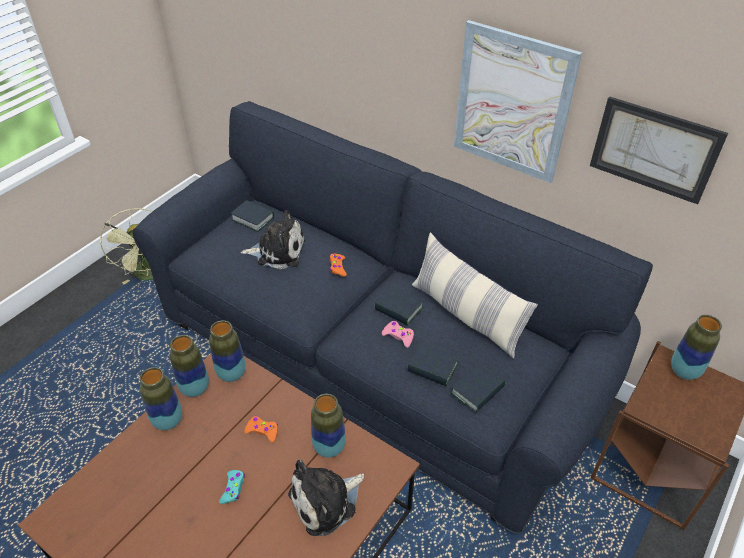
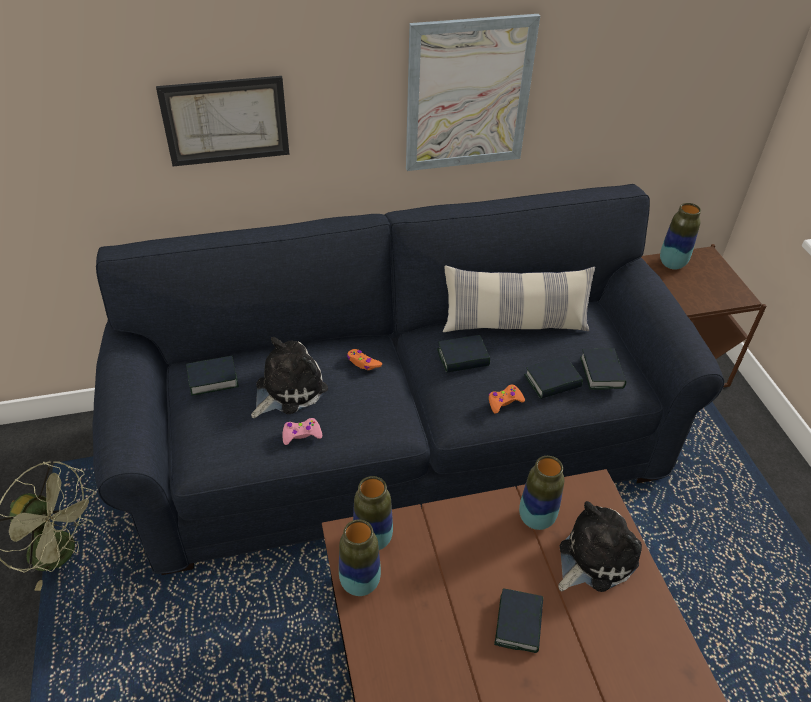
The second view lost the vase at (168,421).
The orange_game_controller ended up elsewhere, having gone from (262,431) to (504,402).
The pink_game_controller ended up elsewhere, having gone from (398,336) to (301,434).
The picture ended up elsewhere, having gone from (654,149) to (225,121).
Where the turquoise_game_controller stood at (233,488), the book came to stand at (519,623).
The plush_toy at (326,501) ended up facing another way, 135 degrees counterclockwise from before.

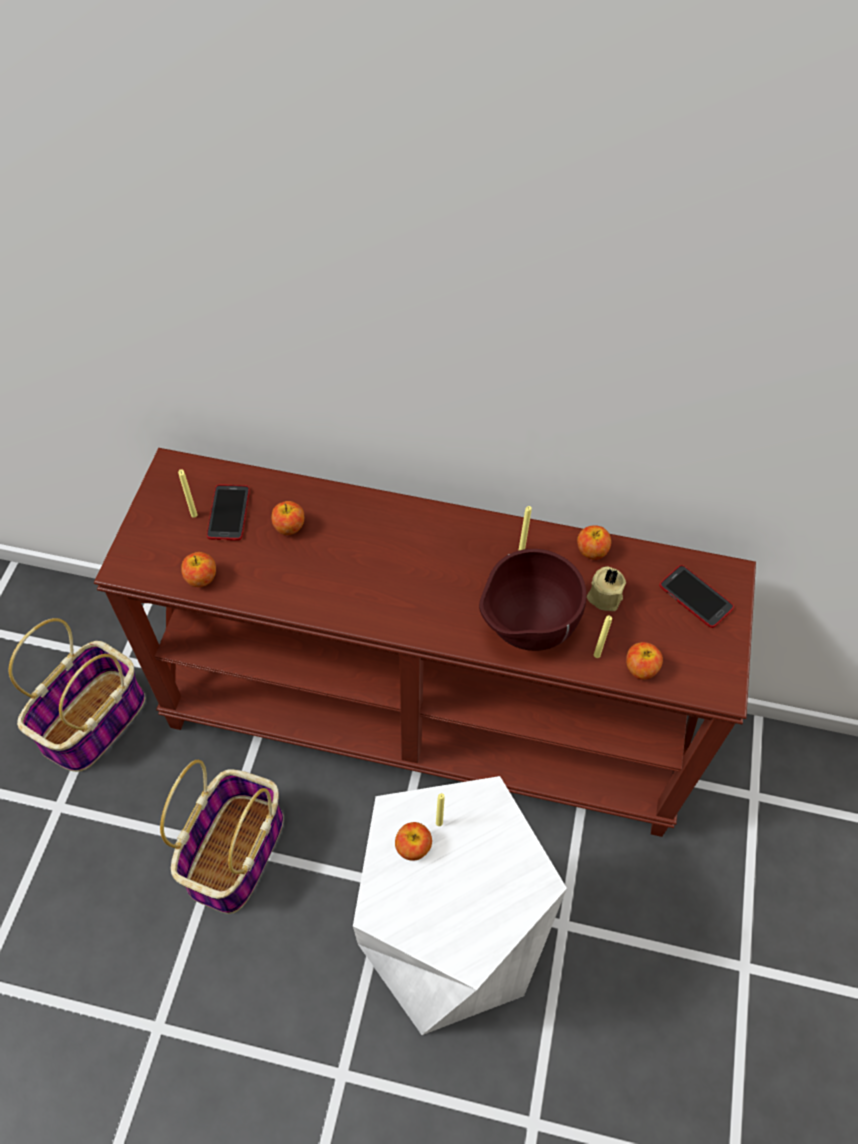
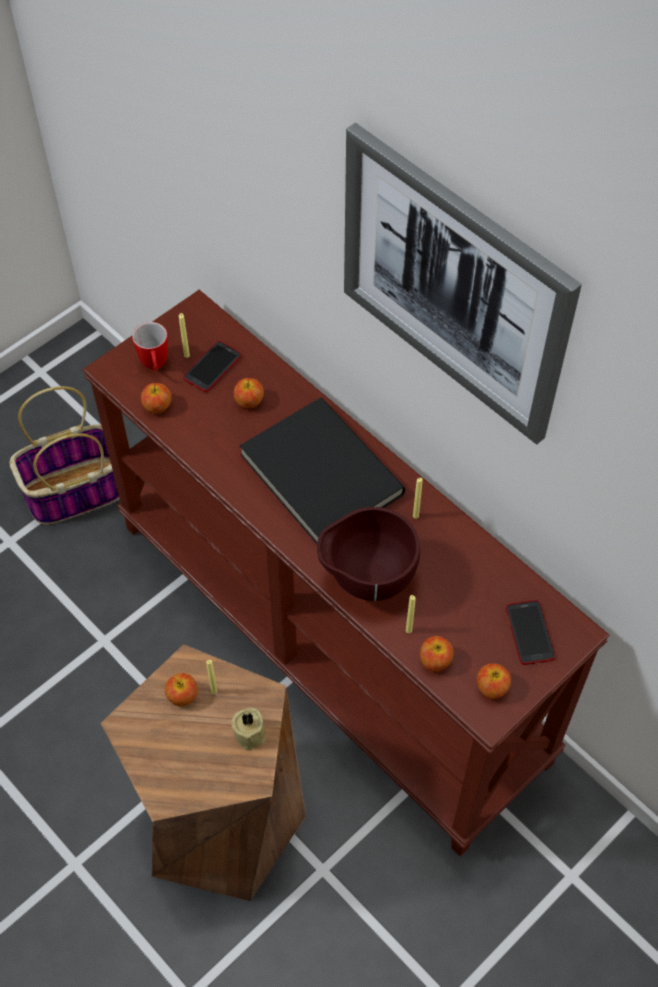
The second view lost the basket at (236,851).
The second view gained the mug at (155,366).
The second view gained the black_book at (318,476).
The second view gained the picture at (453,285).
The apple ended up elsewhere, having gone from (591,551) to (491,687).
The beige_candle ended up elsewhere, having gone from (604,595) to (251,732).
What was the white_stool at (447,942) turned into the brown_stool at (220,822).

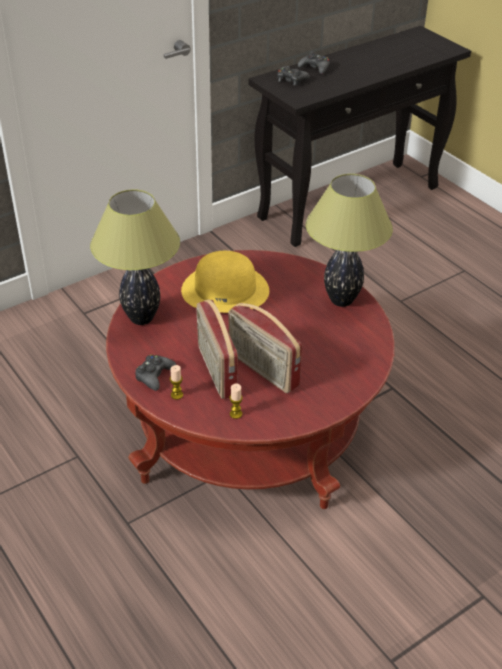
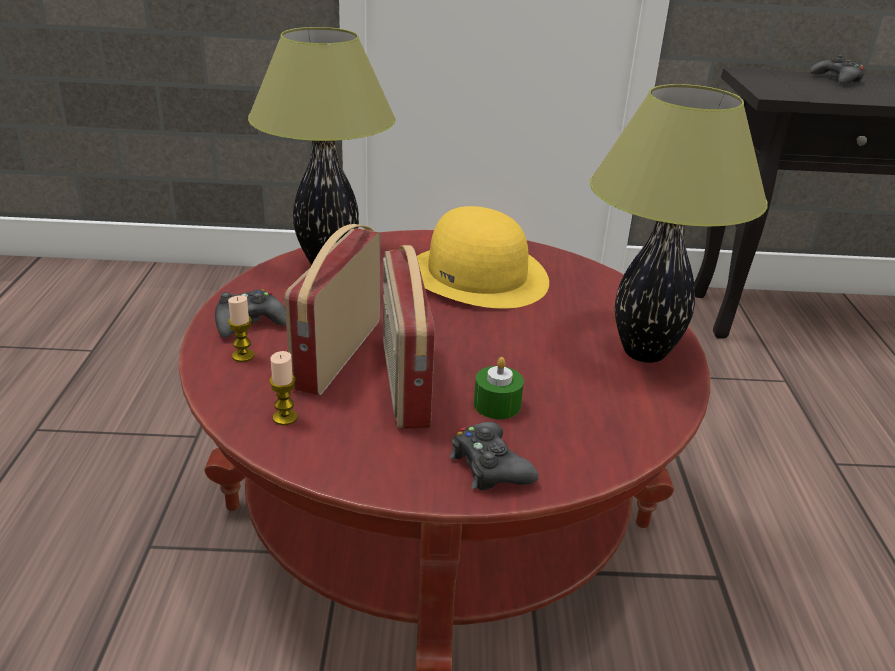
The second view gained the green_candle at (497,405).
The black_game_controller ended up elsewhere, having gone from (291,80) to (489,467).

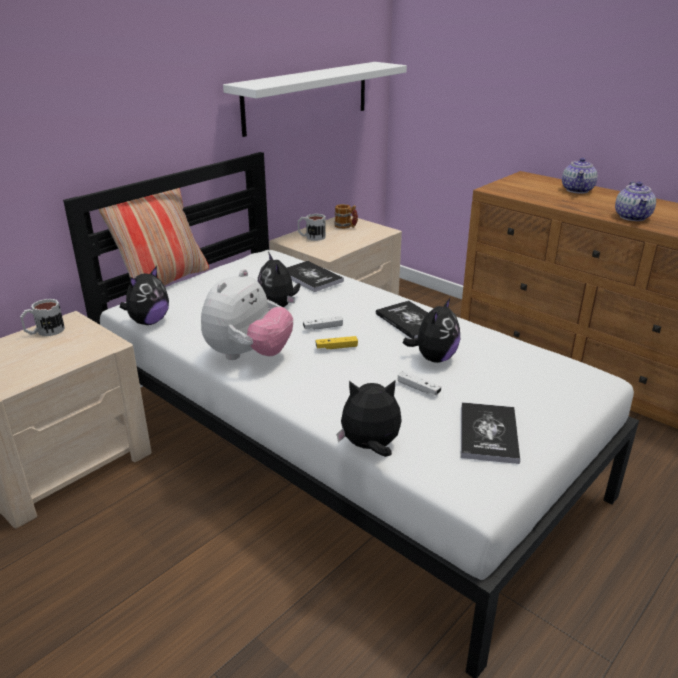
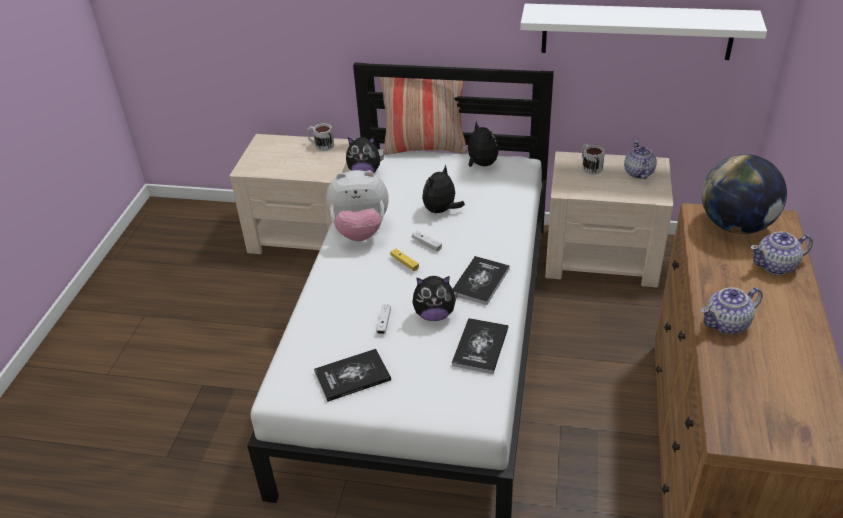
The second view gained the globe at (736,225).
The book ended up elsewhere, having gone from (311,277) to (480,347).
The plush_toy ended up elsewhere, having gone from (370,447) to (480,164).
Where the mug stood at (346,226), the teapot came to stand at (638,173).

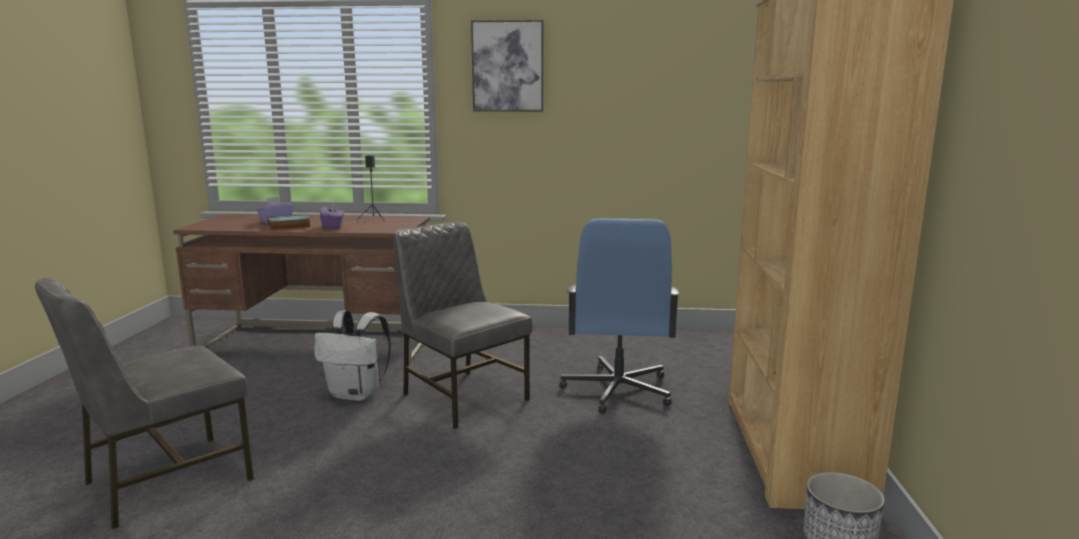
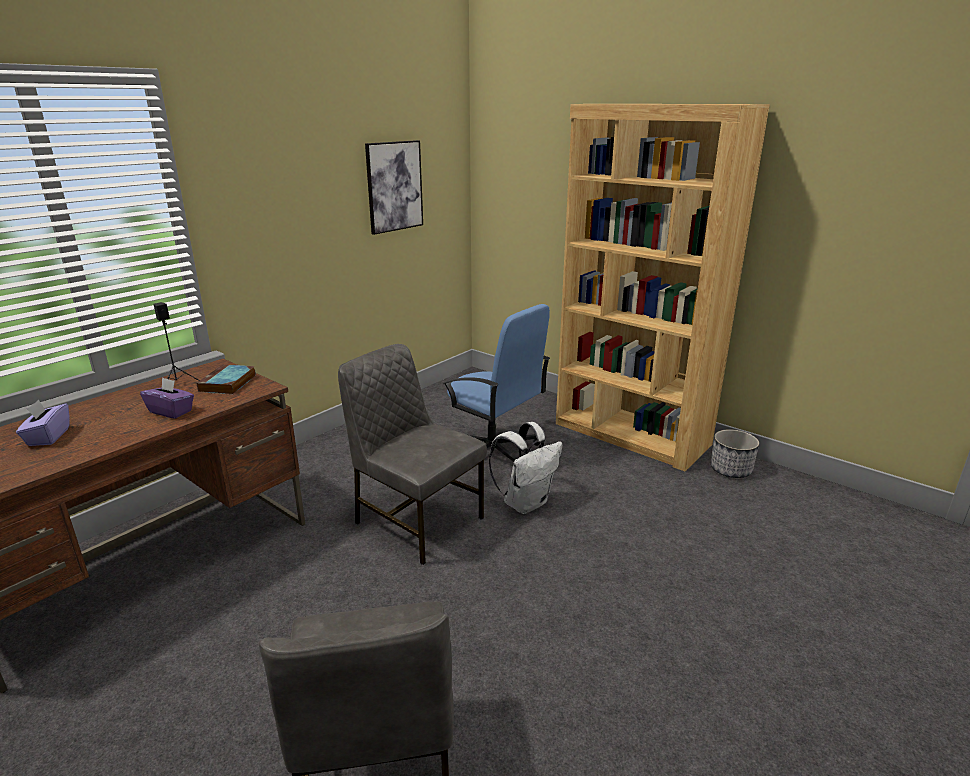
The book ended up elsewhere, having gone from (288,226) to (228,384).
The white_backpack ended up elsewhere, having gone from (357,394) to (526,502).
The picture ended up elsewhere, having gone from (508,66) to (394,186).
The grey_chair at (463,397) ended up facing another way, 45 degrees clockwise from before.

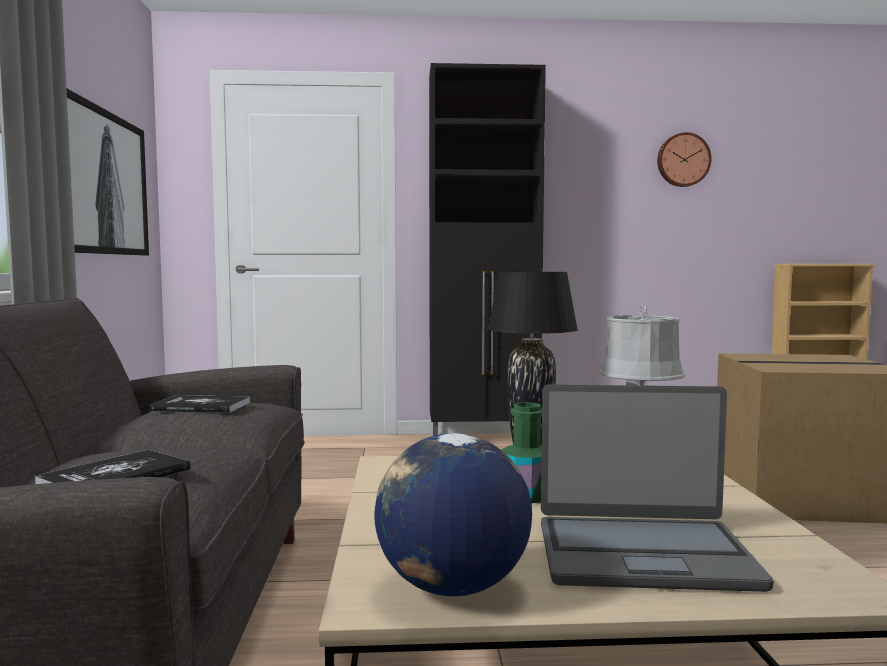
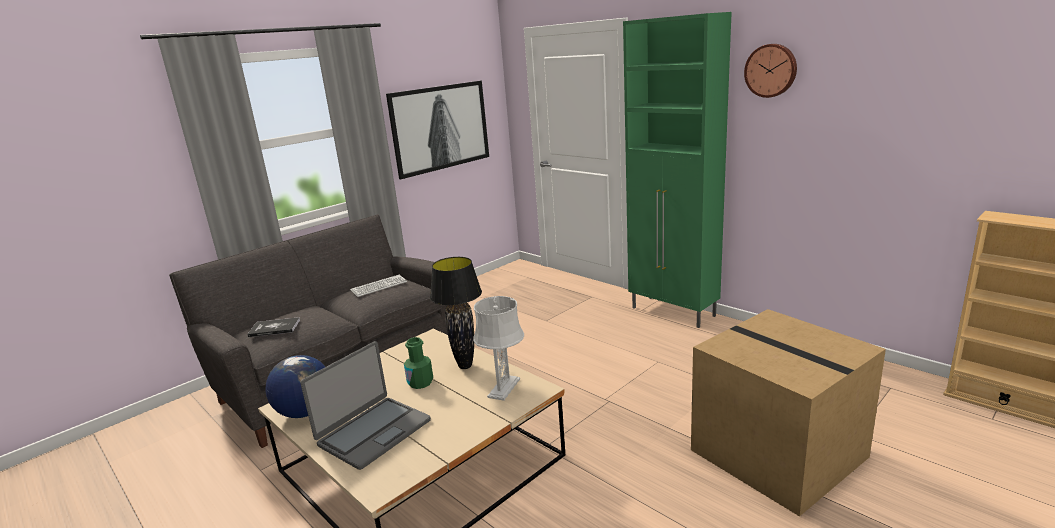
The wall_clock ended up elsewhere, having gone from (683,160) to (771,70).
Where the book stood at (201,406), the keyboard came to stand at (379,286).
What was the black_cabinet at (485,440) turned into the green_cabinet at (673,312).
The laptop at (643,554) ended up facing another way, 105 degrees counterclockwise from before.

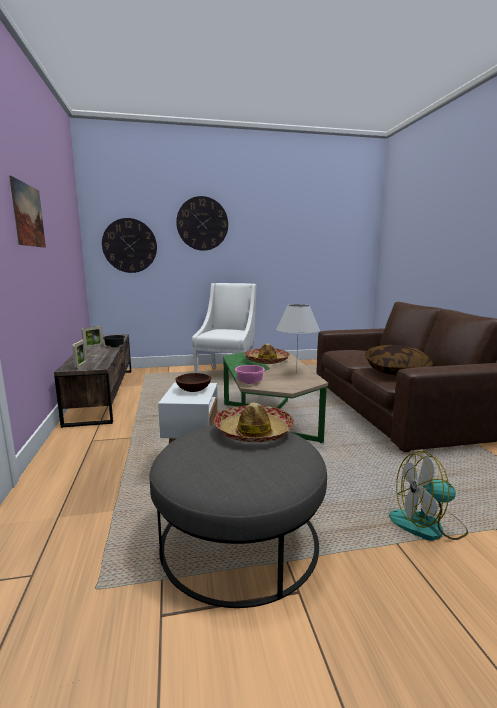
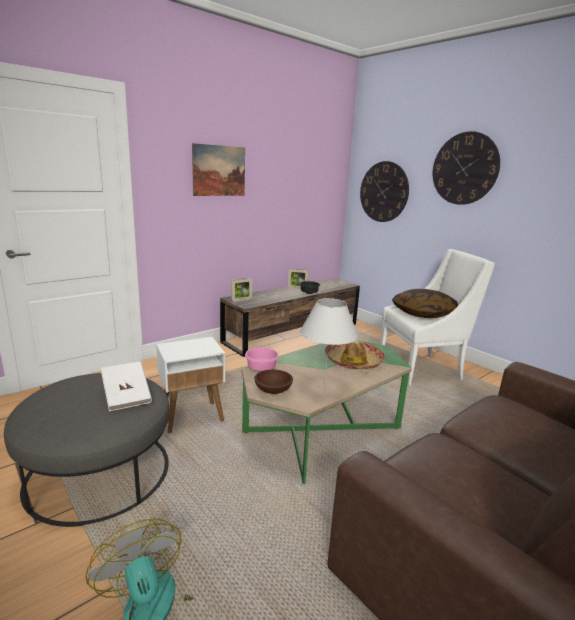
The brown_bowl ended up elsewhere, having gone from (193,390) to (272,390).
The pillow ended up elsewhere, having gone from (396,371) to (423,313).
Where the hat stood at (253,432), the white_book came to stand at (127,397).

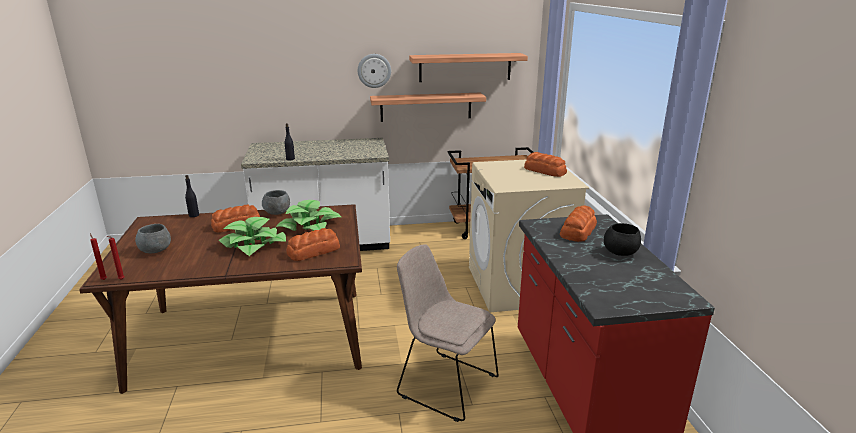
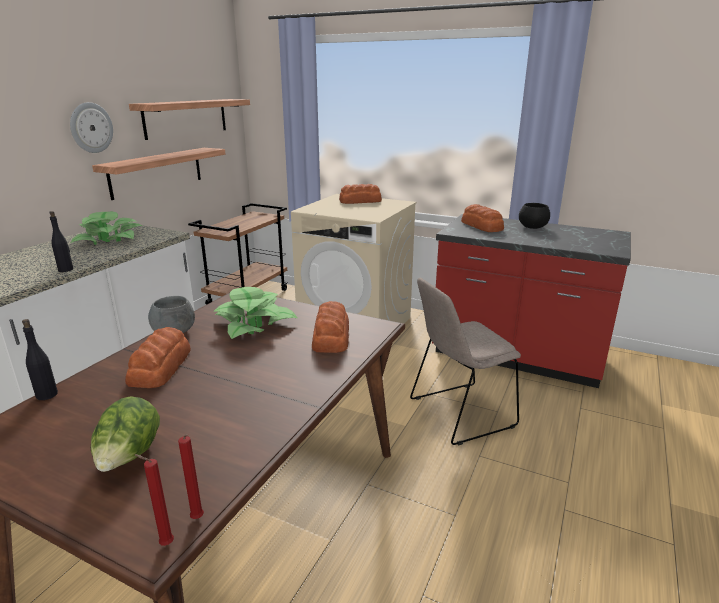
The potted_plant ended up elsewhere, having gone from (253,245) to (109,239).
Where the grey_bowl stood at (156,250), the lettuce came to stand at (129,457).

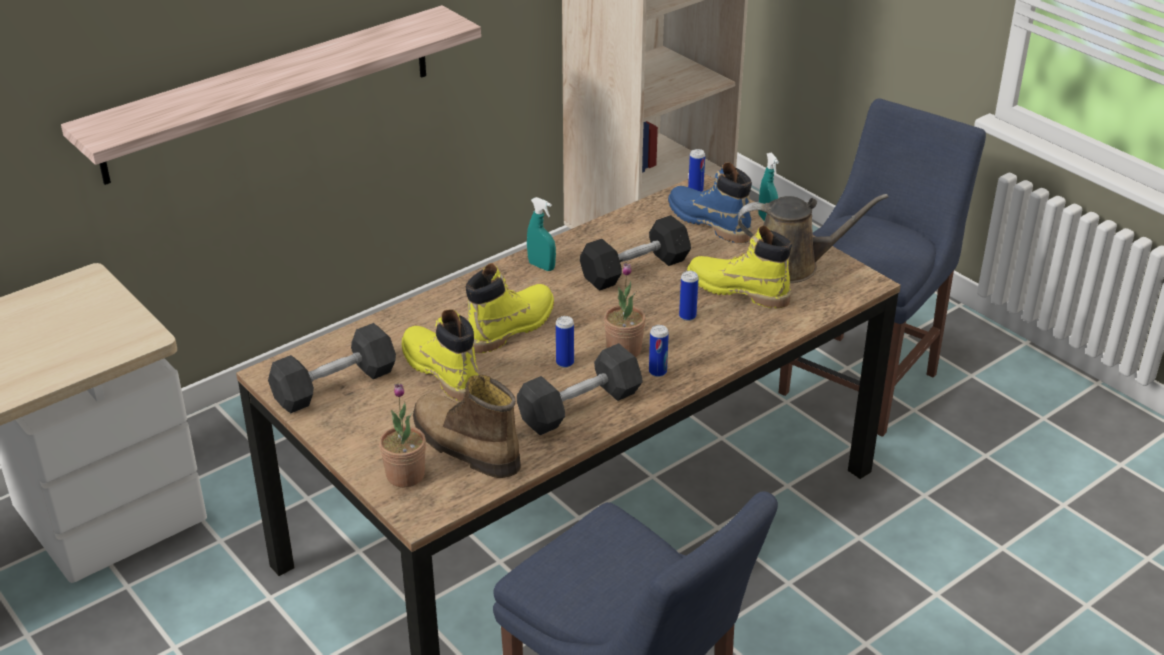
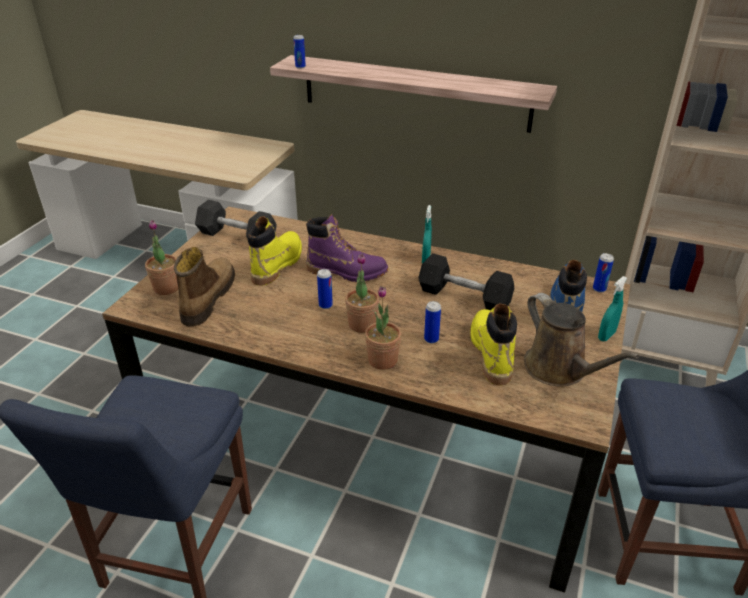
The second view lost the grey_dumbbell at (580,407).
The second view gained the potted_plant at (382,360).
The can ended up elsewhere, having gone from (657,372) to (300,67).
What was the yellow_boot at (511,327) turned into the purple_boot at (346,272).

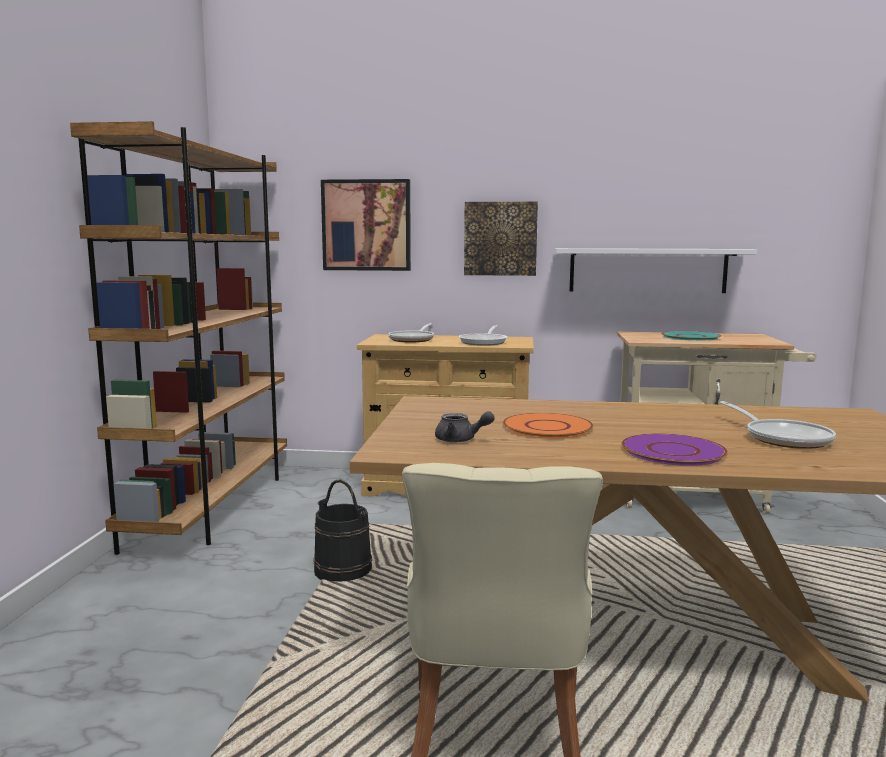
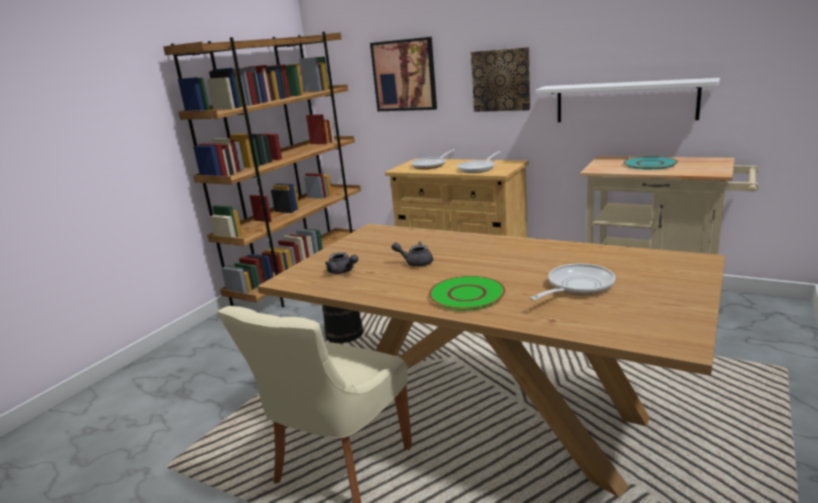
Where the orange_plate stood at (547,427), the grey_teapot came to stand at (415,262).
What was the purple_plate at (672,451) turned into the green_plate at (466,294).
The frying_pan at (783,438) ended up facing another way, 135 degrees counterclockwise from before.

